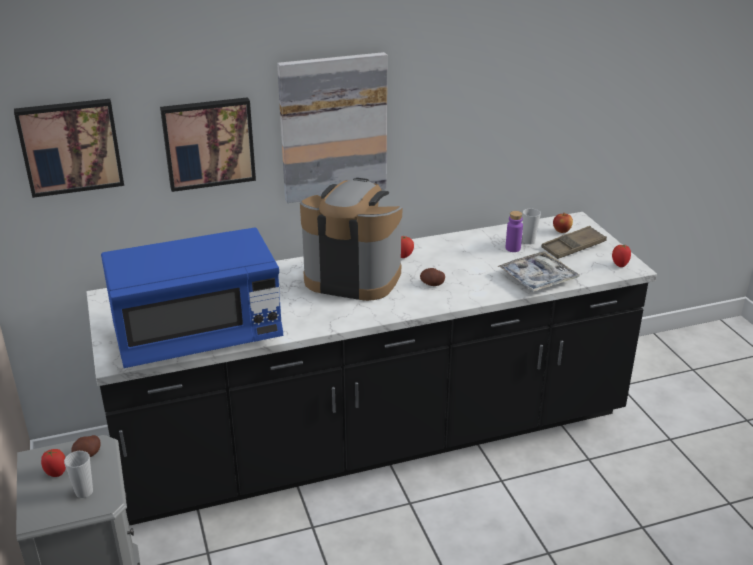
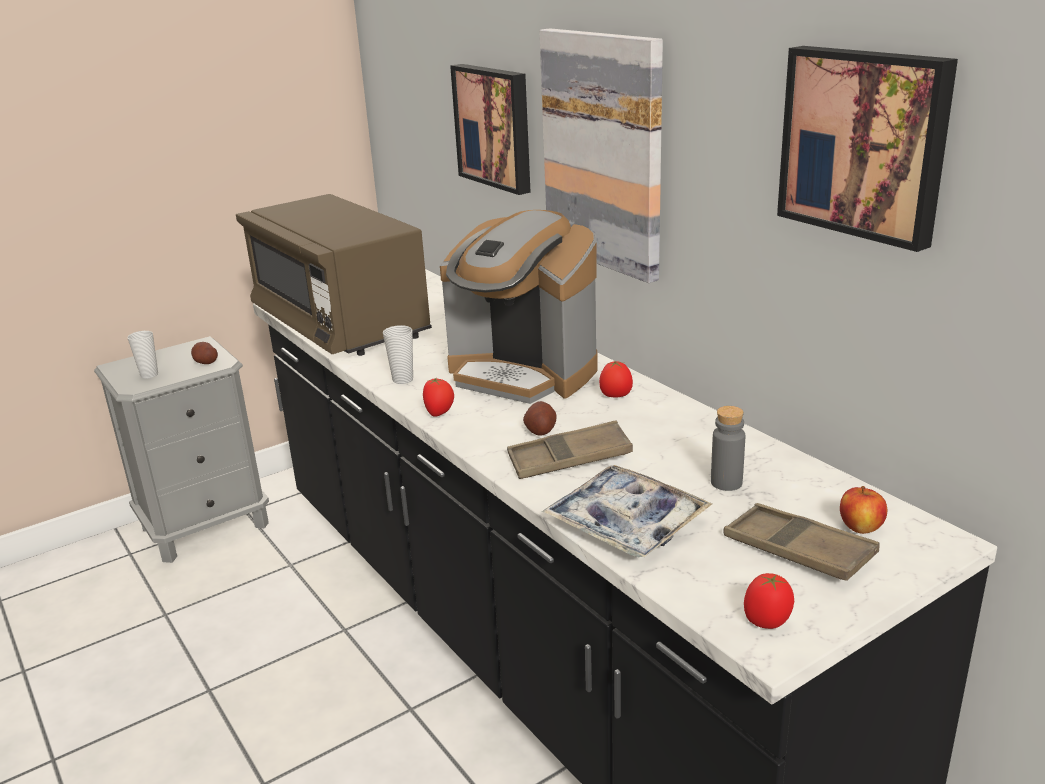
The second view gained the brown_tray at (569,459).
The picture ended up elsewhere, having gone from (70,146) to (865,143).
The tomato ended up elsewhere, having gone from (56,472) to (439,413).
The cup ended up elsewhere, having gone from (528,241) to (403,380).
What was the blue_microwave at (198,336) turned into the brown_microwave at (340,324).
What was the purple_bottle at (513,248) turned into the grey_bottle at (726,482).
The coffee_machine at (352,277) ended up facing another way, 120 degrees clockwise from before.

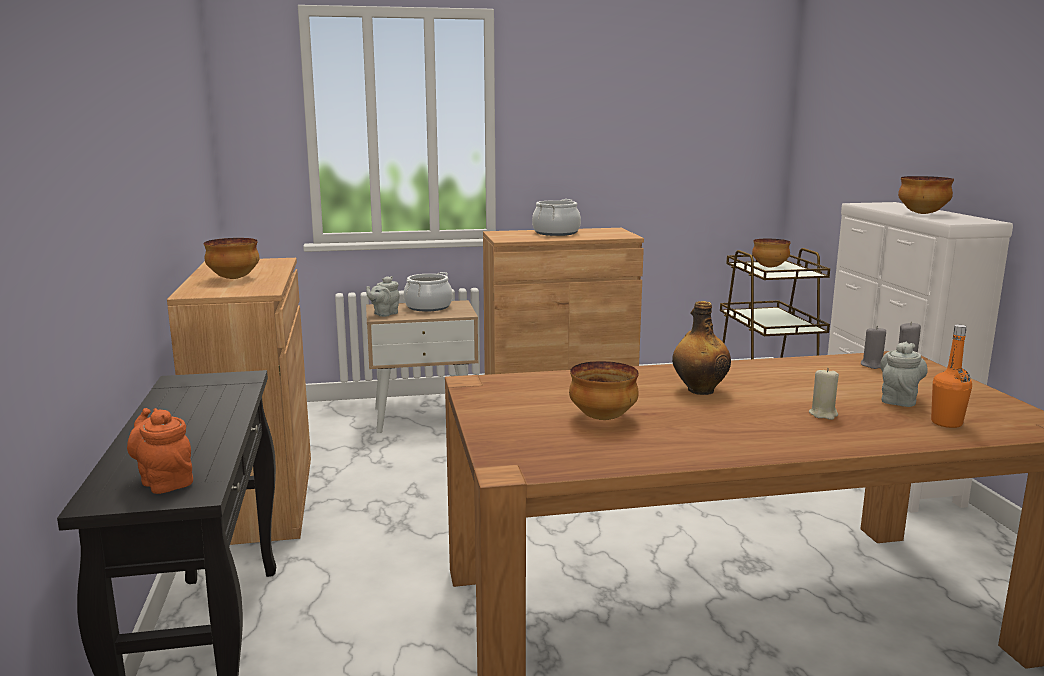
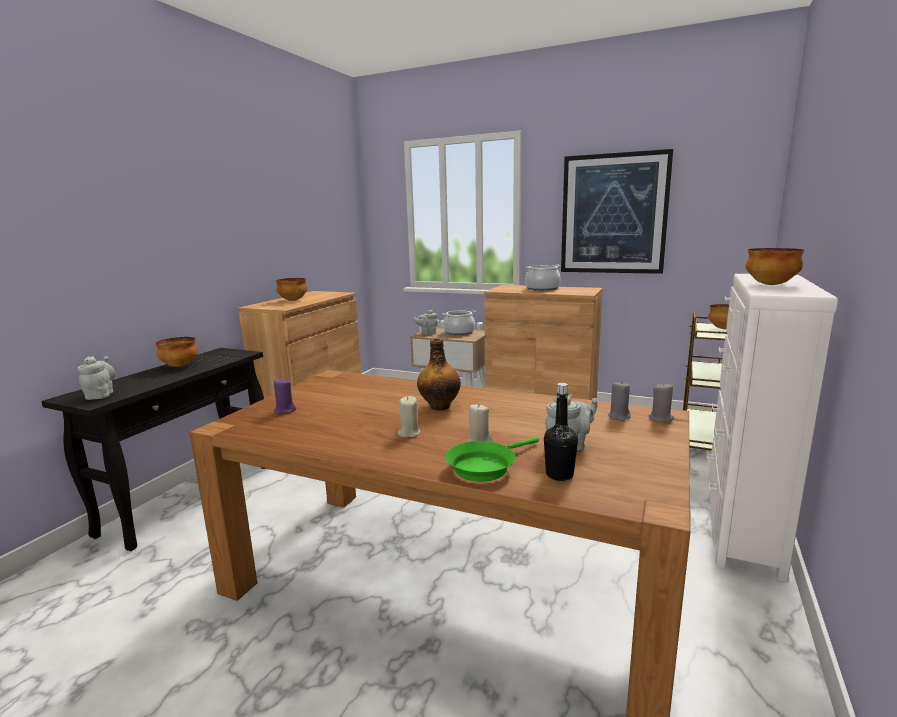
The second view gained the purple_candle at (285,411).
The second view gained the beige_candle at (409,433).
The second view gained the green_frying_pan at (485,466).
The second view gained the picture at (613,214).
The bowl ended up elsewhere, having gone from (602,418) to (180,366).
What was the orange_teapot at (165,482) turned into the grey_teapot at (101,395).
What was the orange_bottle at (946,423) turned into the black_bottle at (559,474).

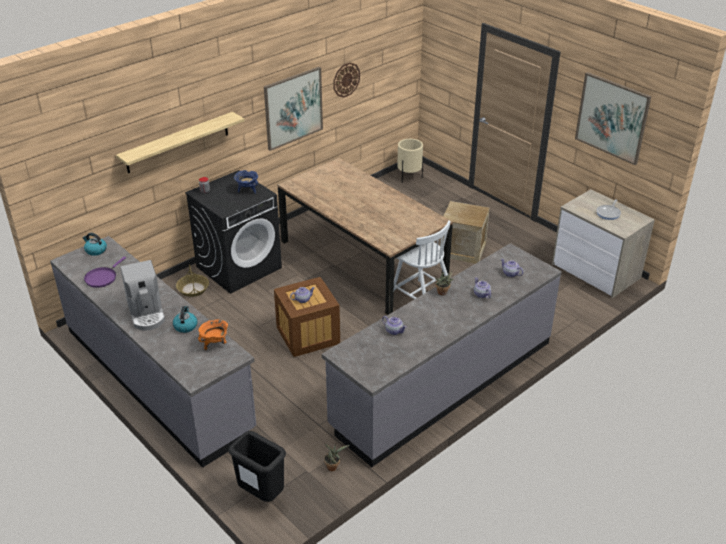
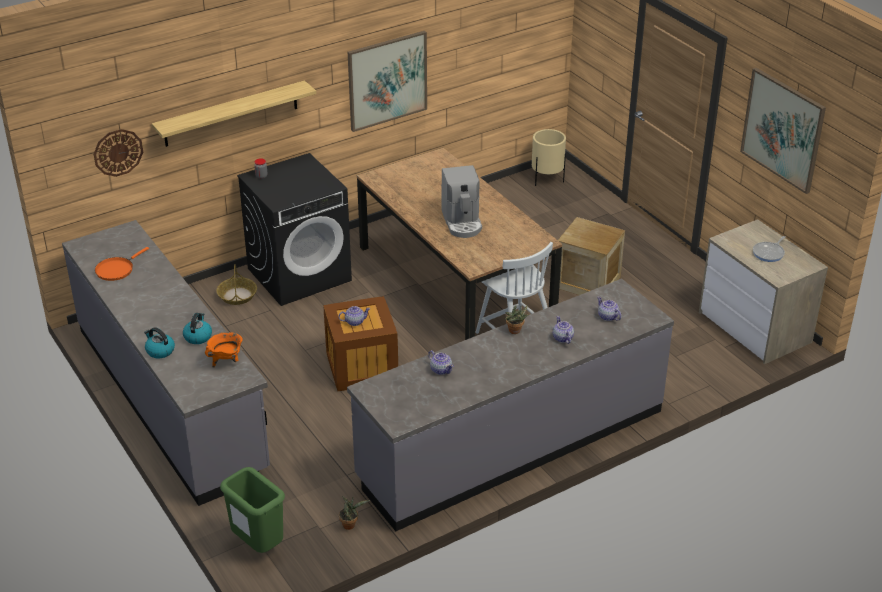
The second view lost the blue_cooking_pot at (247,190).
The kettle ended up elsewhere, having gone from (95,250) to (160,351).
The coffee_machine ended up elsewhere, having gone from (147,313) to (462,222).
The wall_clock ended up elsewhere, having gone from (346,79) to (118,152).
What was the purple_frying_pan at (102,278) turned into the orange_frying_pan at (116,270).
What was the black_trash_can at (260,495) turned into the green_trash_can at (257,545).

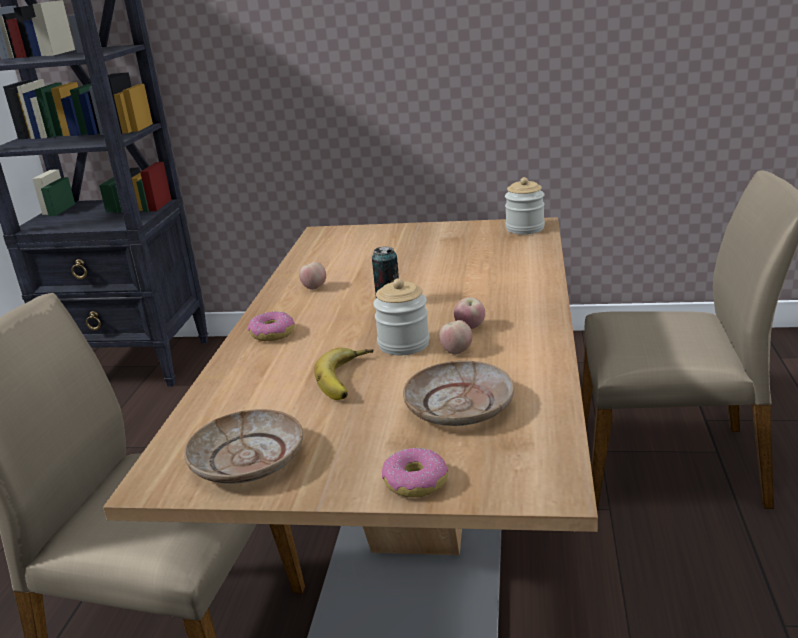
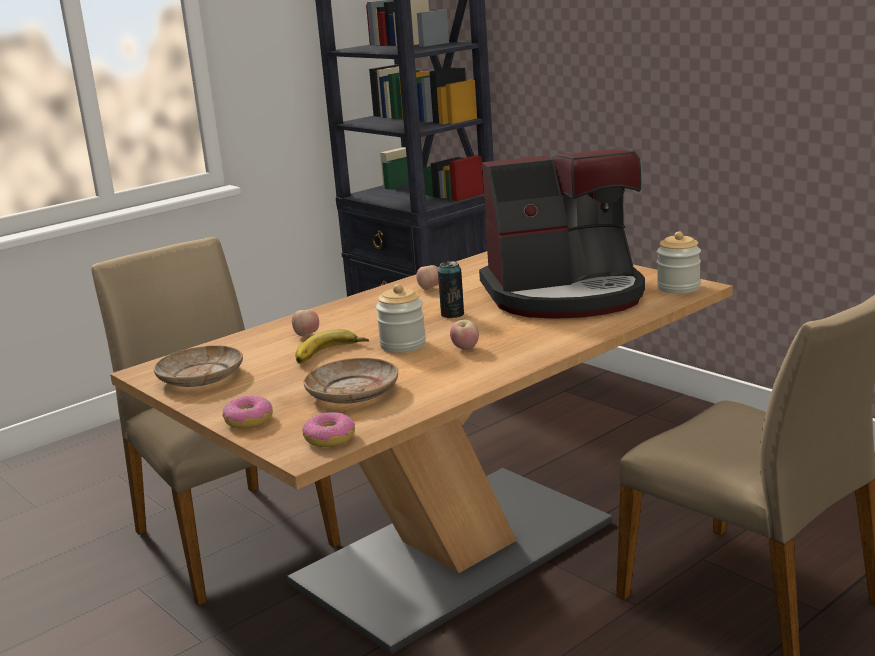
The second view gained the coffee_machine at (565,295).
The donut ended up elsewhere, having gone from (272,334) to (329,439).
The apple ended up elsewhere, having gone from (456,352) to (307,335).

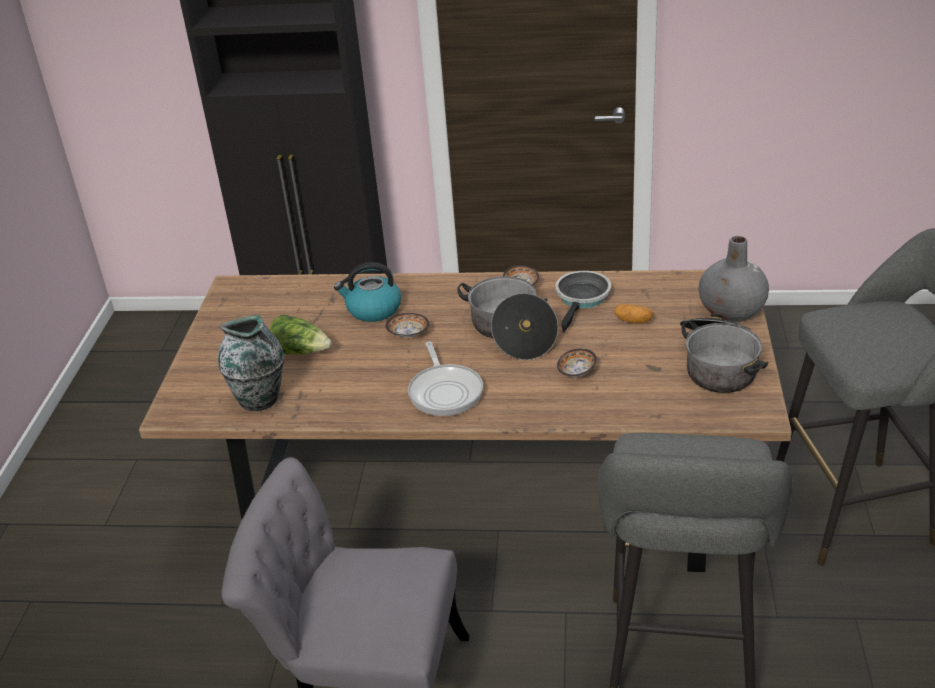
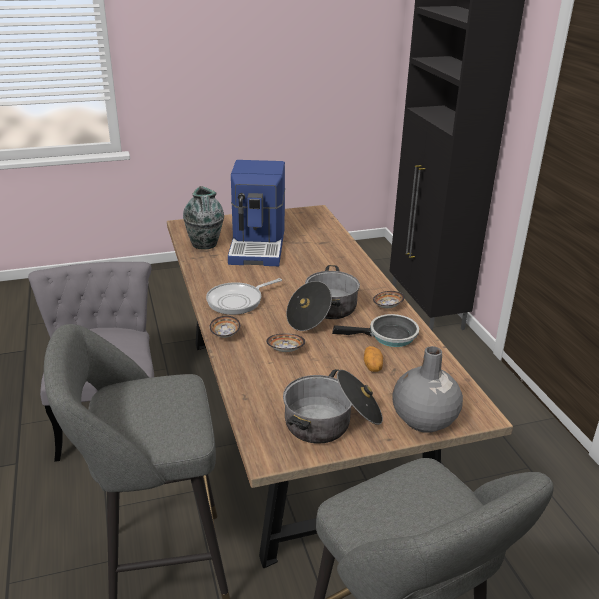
The second view lost the kettle at (373,310).
The bowl ended up elsewhere, having gone from (408,334) to (225,334).
Where the lettuce stood at (301,351), the coffee_machine came to stand at (259,245).

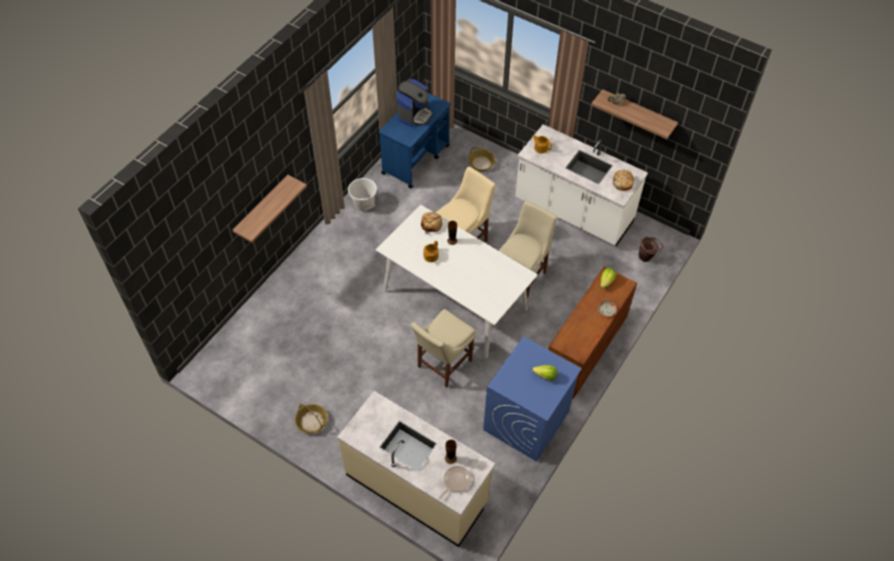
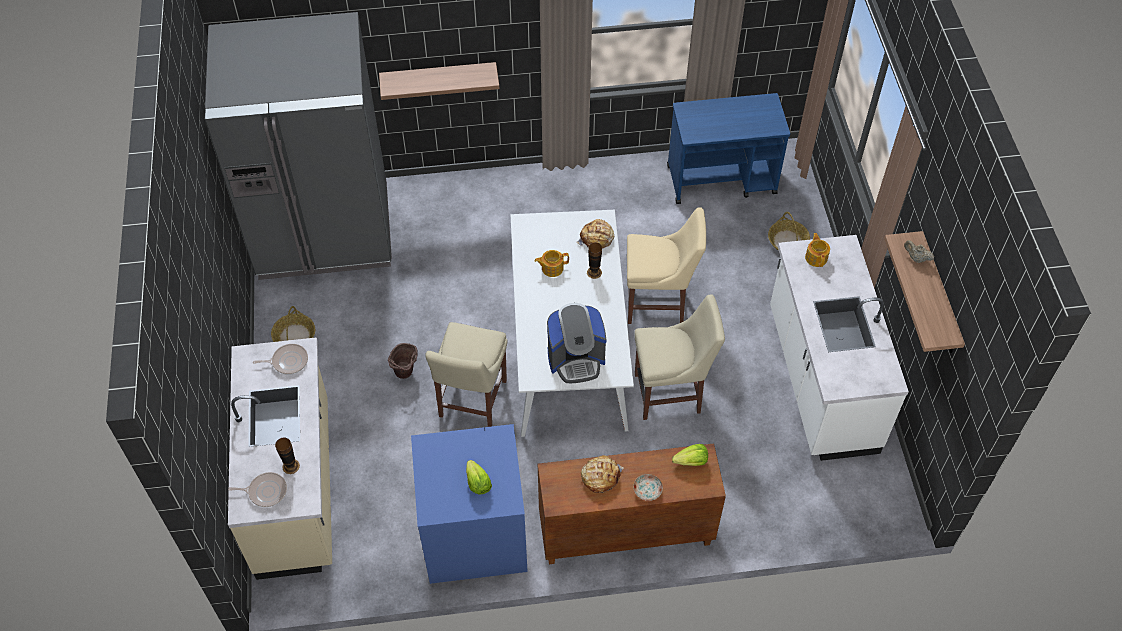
The second view lost the white_bucket at (364,204).
The second view gained the grey_fridge at (324,231).
The second view gained the frying_pan at (288,361).
The coffee_machine ended up elsewhere, having gone from (414,114) to (576,359).
The bread ended up elsewhere, having gone from (622,182) to (600,476).
The brown_bucket ended up elsewhere, having gone from (647,257) to (406,374).
The beige_chair at (442,365) ended up facing another way, 75 degrees counterclockwise from before.

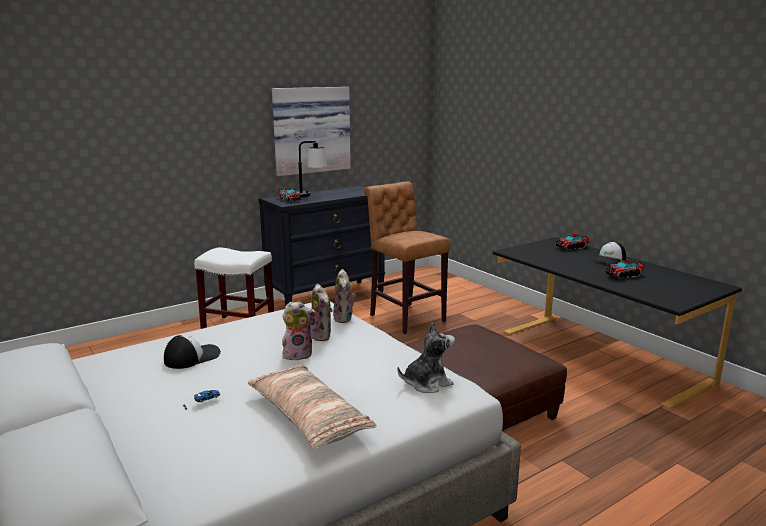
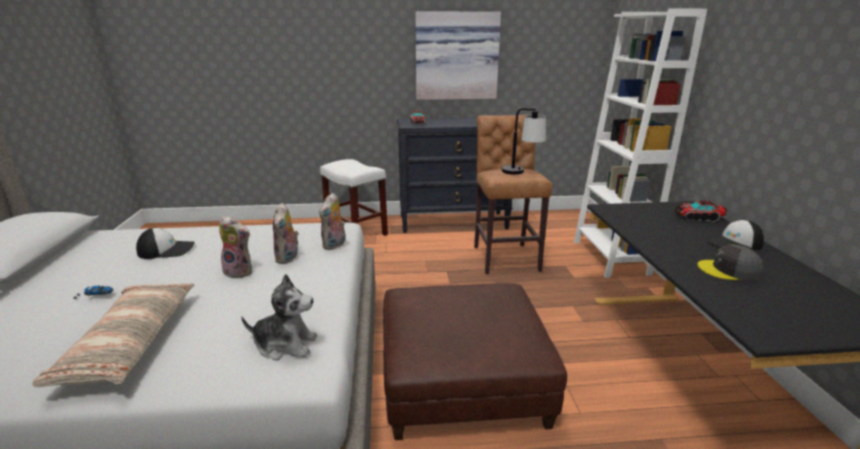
The second view gained the white_bookcase at (610,257).
The table_lamp ended up elsewhere, having gone from (309,196) to (521,173).
Where the toy_truck stood at (623,275), the grey_cap came to stand at (729,270).

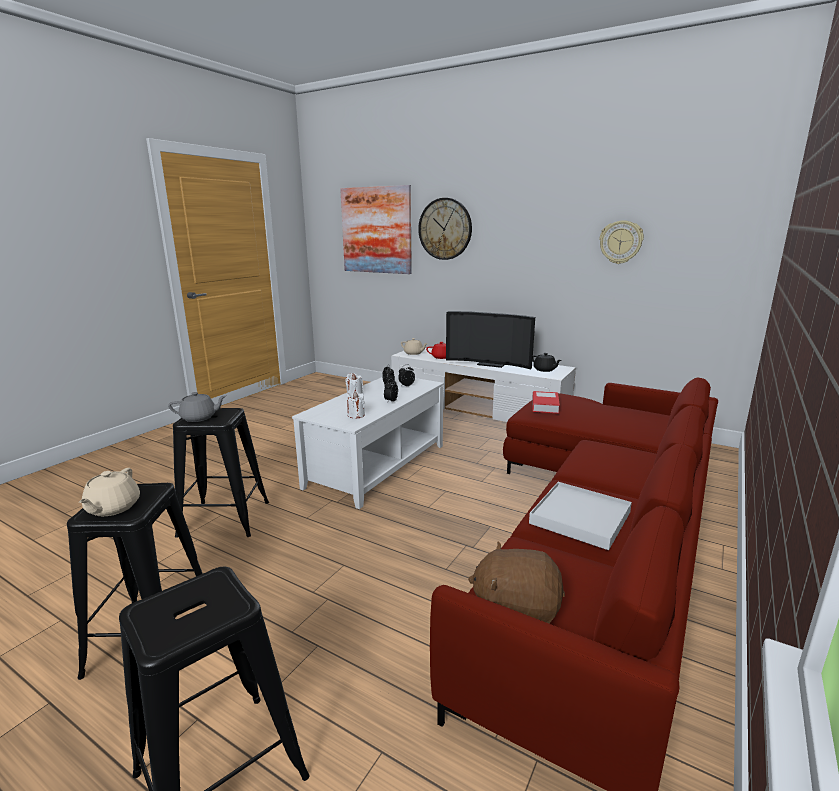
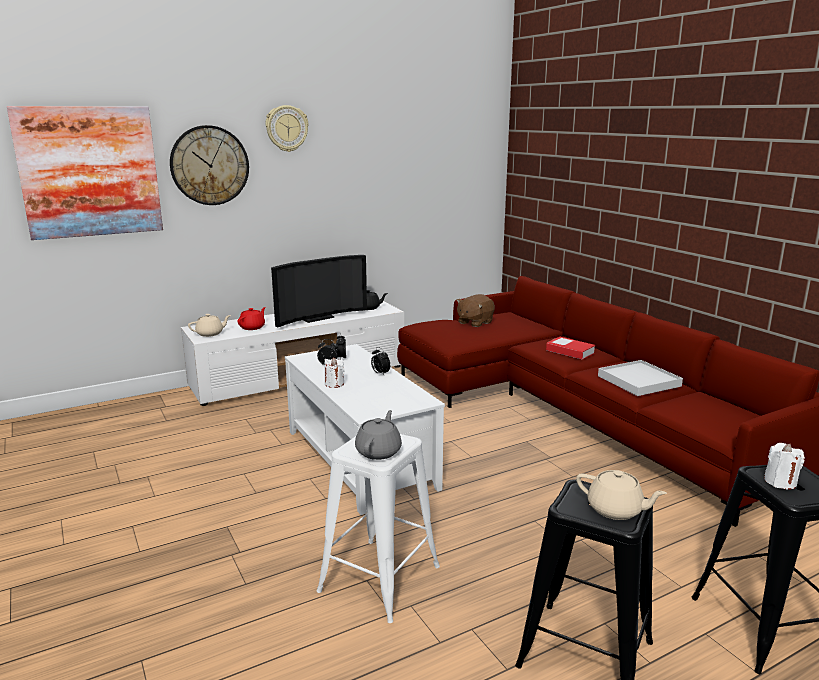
The white_candle ended up elsewhere, having gone from (356,415) to (780,482).
The brown_plush_toy ended up elsewhere, having gone from (516,609) to (474,322).
The book ended up elsewhere, having gone from (545,405) to (570,352).
The wall_clock ended up elsewhere, having gone from (621,242) to (286,128).
What was the black_stool at (224,519) turned into the white_stool at (379,579).

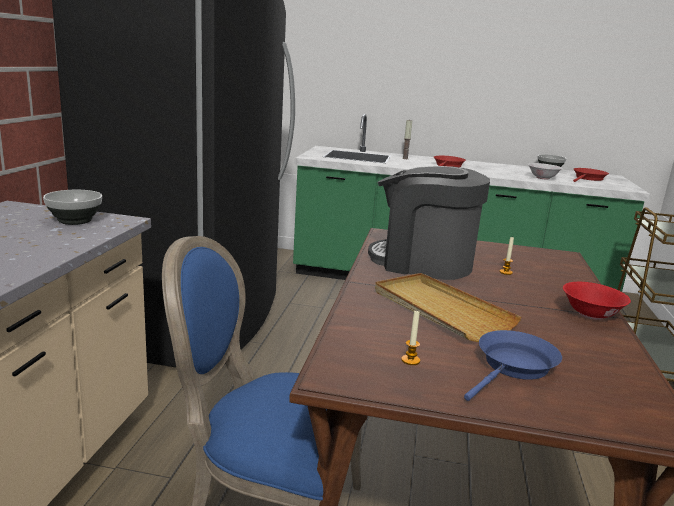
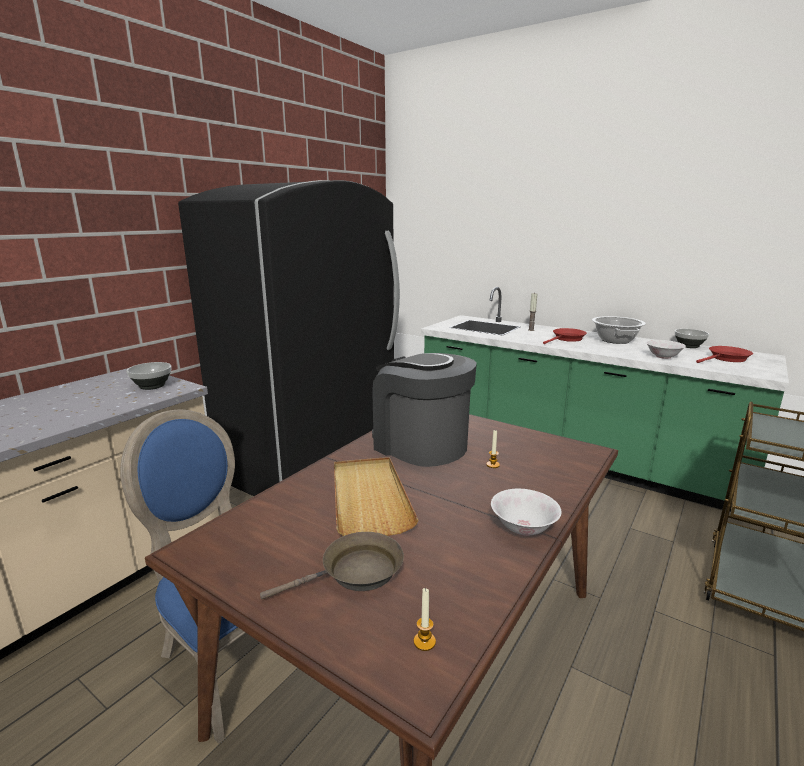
The second view gained the cooking_pot at (615,340).
The candle ended up elsewhere, having gone from (410,360) to (424,642).
What was the blue_frying_pan at (513,367) turned into the brown_frying_pan at (356,573).
What was the red_bowl at (591,314) turned into the white_bowl at (524,527).

